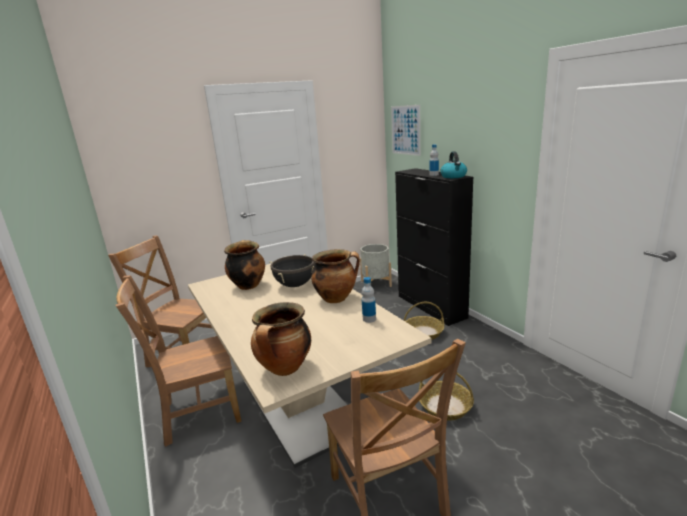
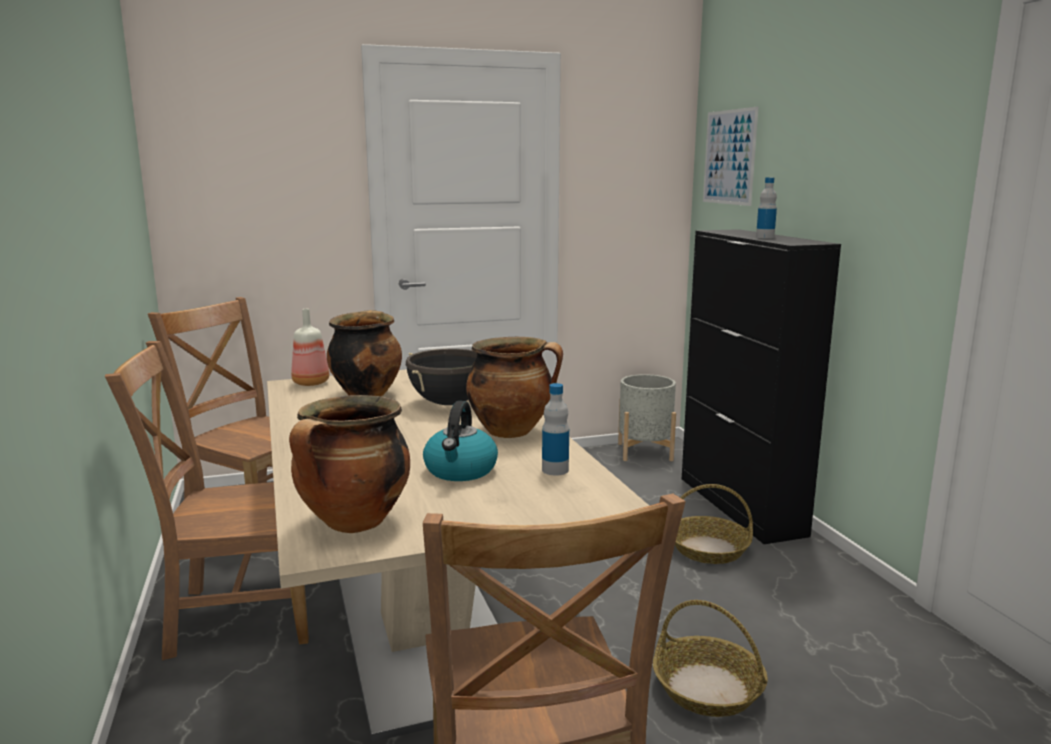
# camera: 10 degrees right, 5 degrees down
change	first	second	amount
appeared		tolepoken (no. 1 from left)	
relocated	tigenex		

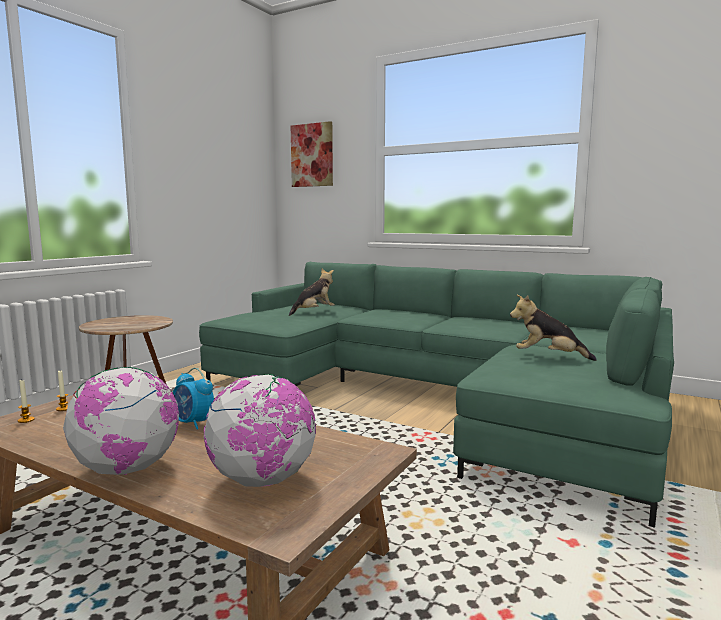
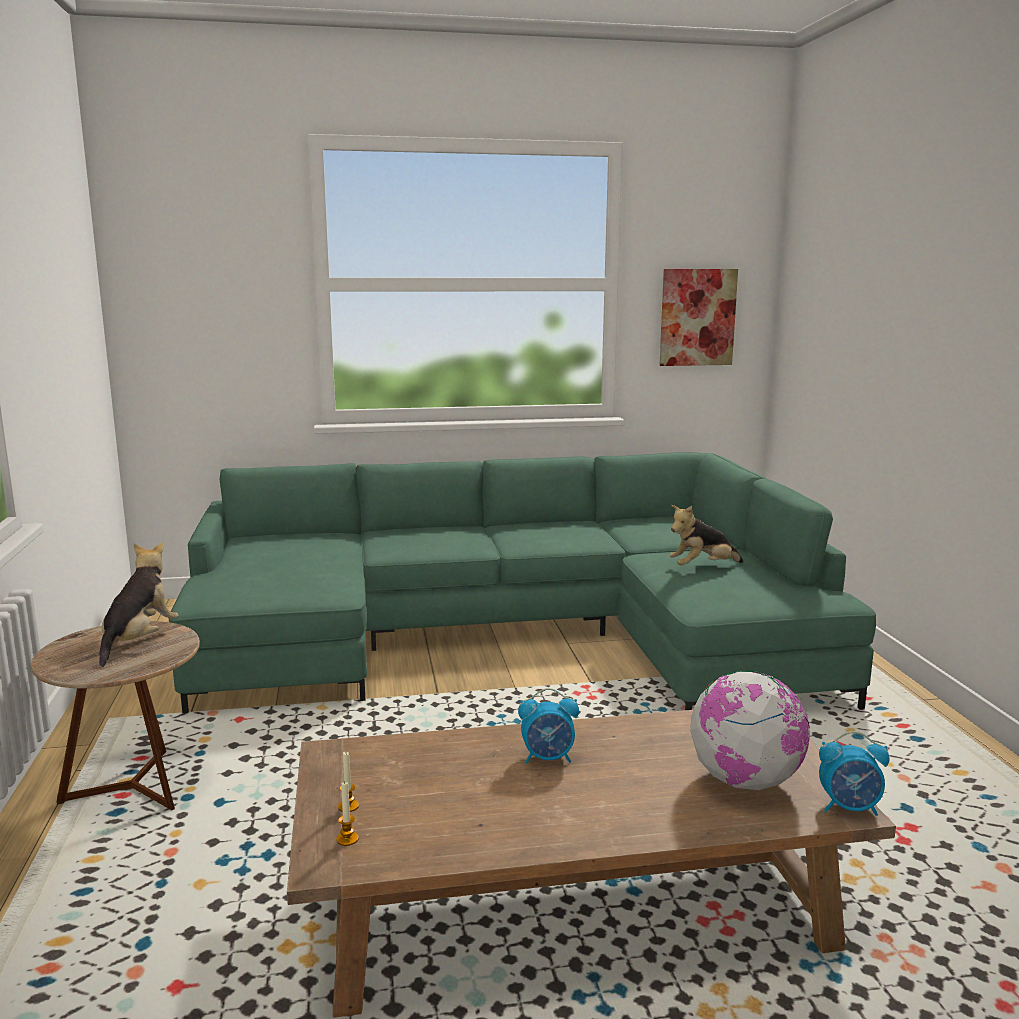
# camera: 40 degrees left, 5 degrees up
change	first	second	amount
missing	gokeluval (no. 1 from left)		
appeared		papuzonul (no. 2 from left)	
relocated	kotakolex (no. 1 from left)		
relocated	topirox		

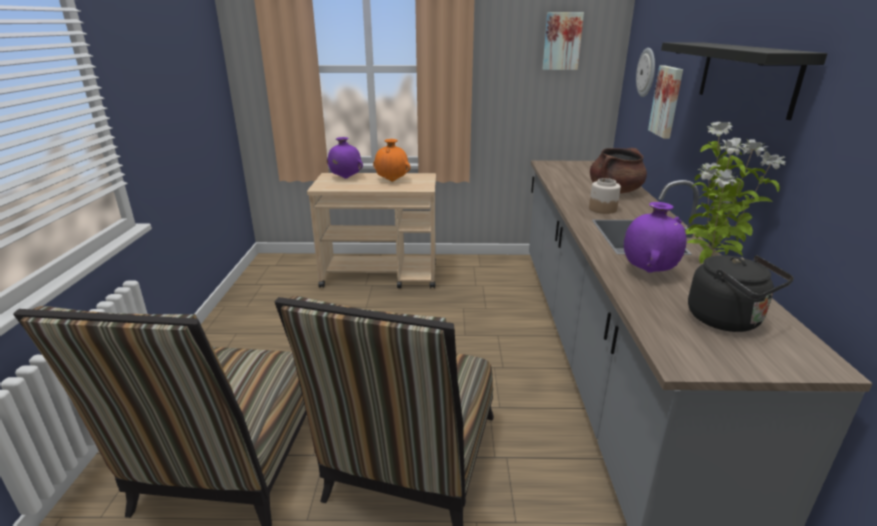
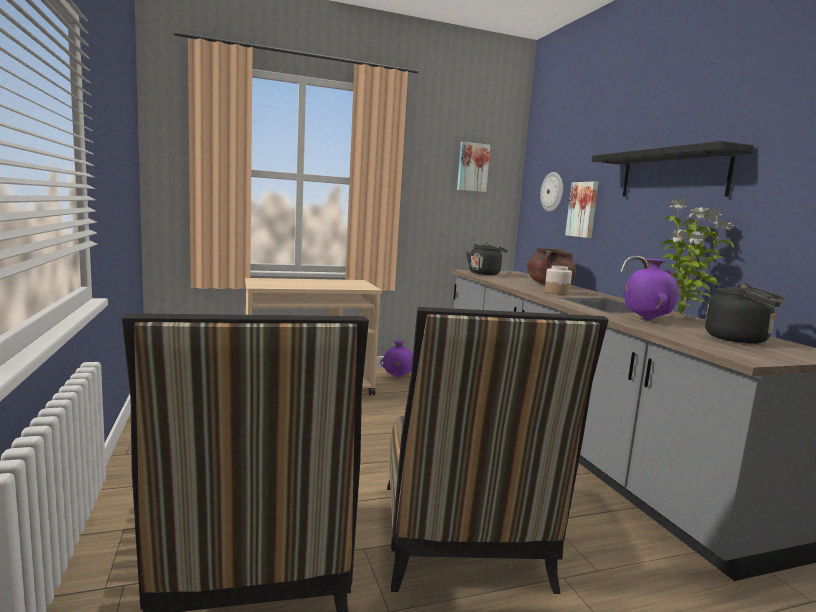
# camera: 20 degrees left, 15 degrees down
change	first	second	amount
missing	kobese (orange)		
appeared		tigenex (black) (no. 1 from left)	
relocated	kobese (purple) (no. 1 from left)		

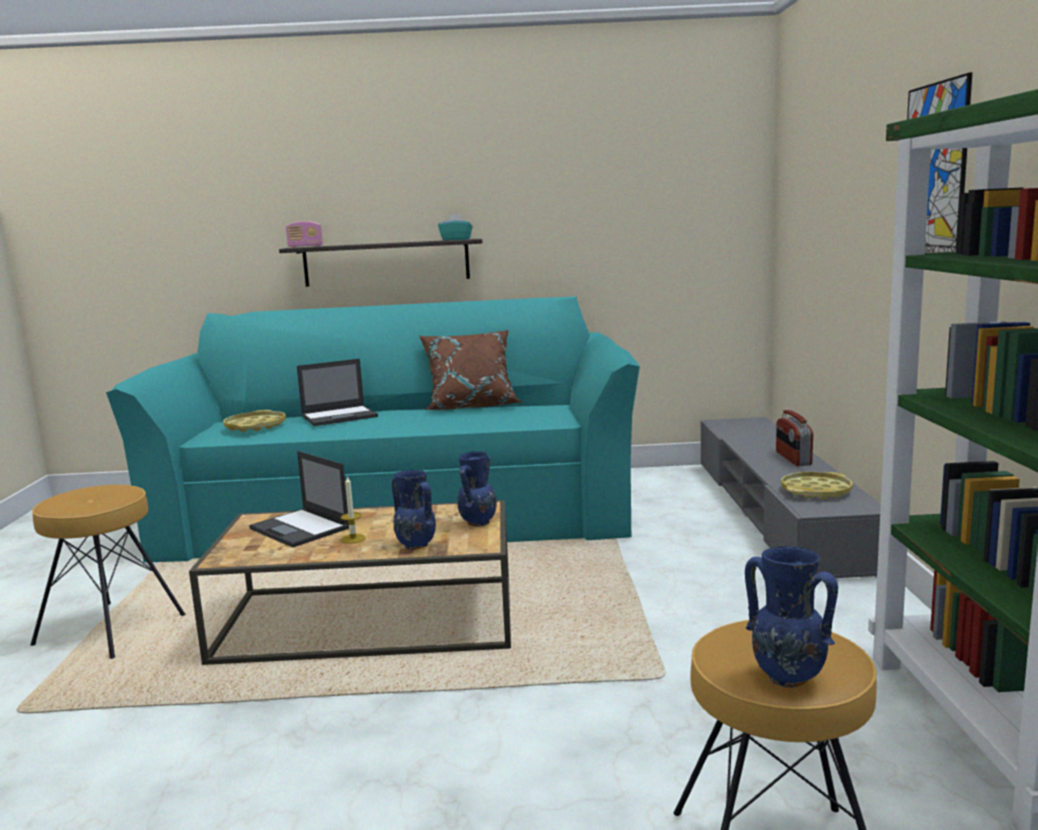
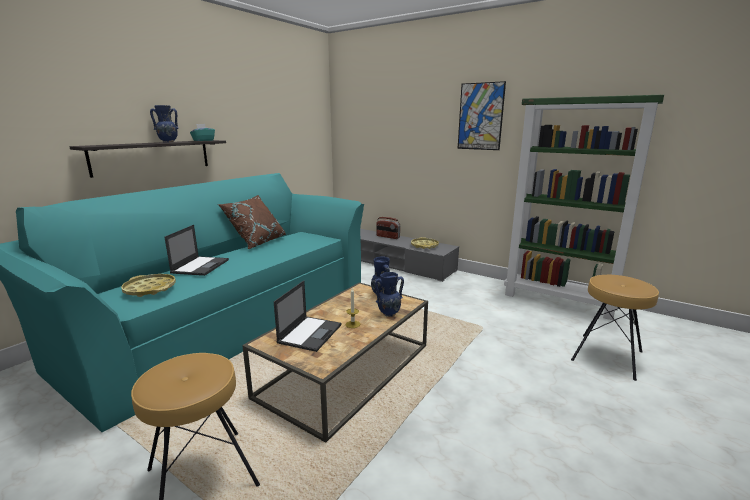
# camera: 55 degrees left, 5 degrees up
change	first	second	amount
missing	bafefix (no. 1 from left)		
relocated	kobese (blue) (no. 3 from left in the first image)	kobese (blue) (no. 1 from left)	
spun	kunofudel (no. 1 from left in the first image)	kunofudel (no. 2 from left)	60 degrees counterclockwise

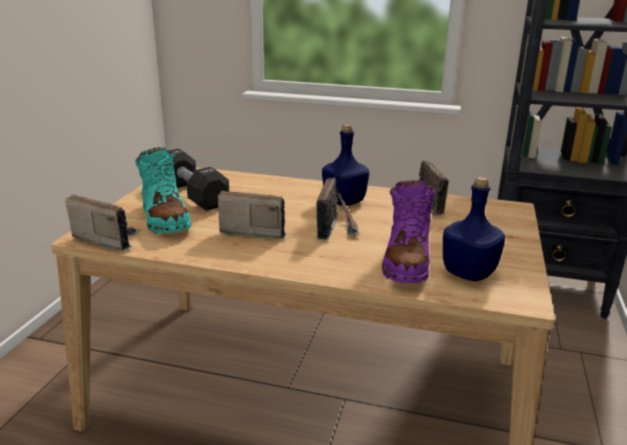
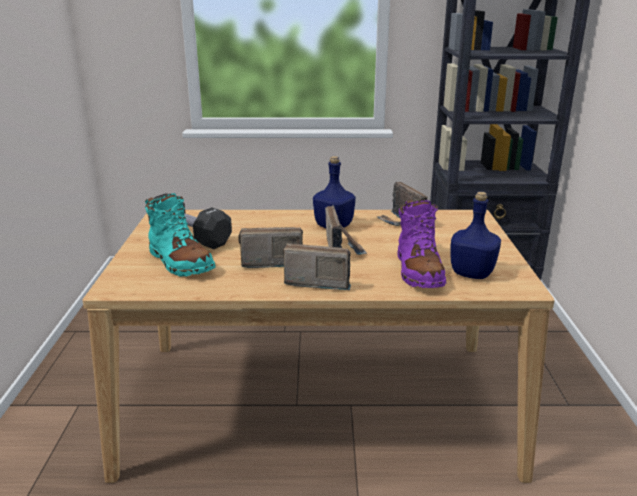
# camera: 15 degrees left, 0 degrees up
change	first	second	amount
relocated	bafefix (no. 1 from left in the first image)	bafefix (no. 2 from left)	

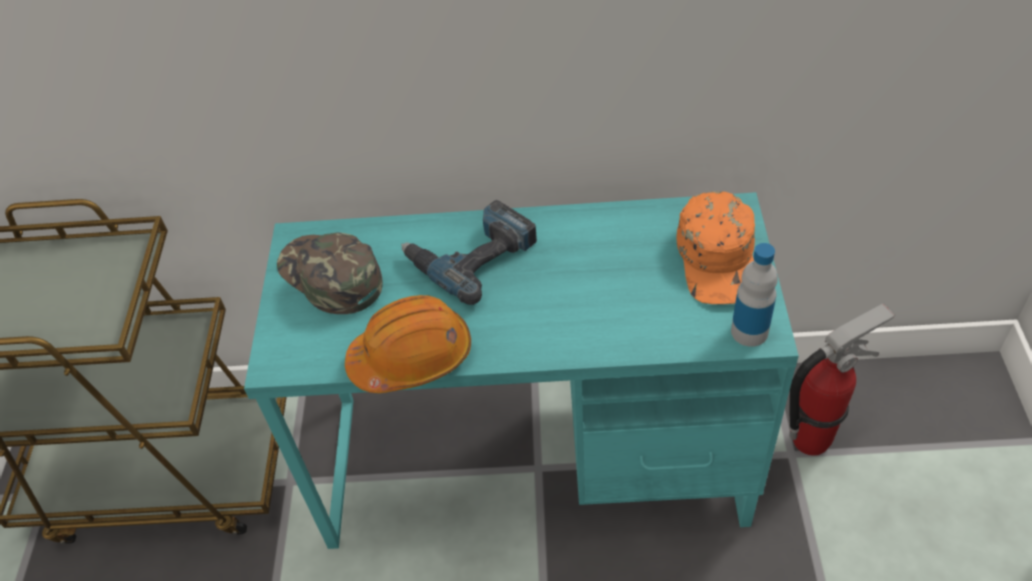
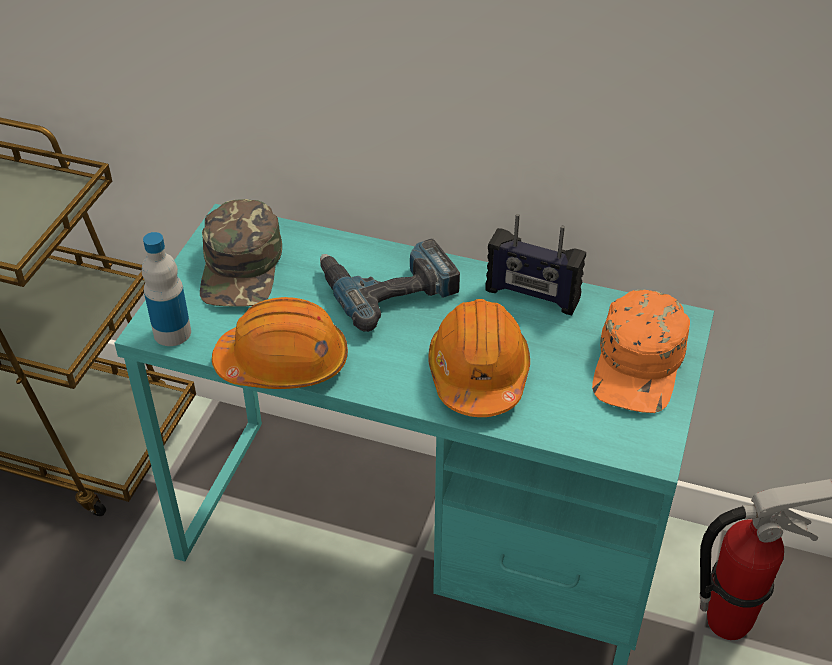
# camera: 15 degrees right, 5 degrees down
change	first	second	amount
appeared		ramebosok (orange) (no. 2 from left)	
appeared		bafefix	
relocated	tolepoken		
spun	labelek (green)		150 degrees counterclockwise

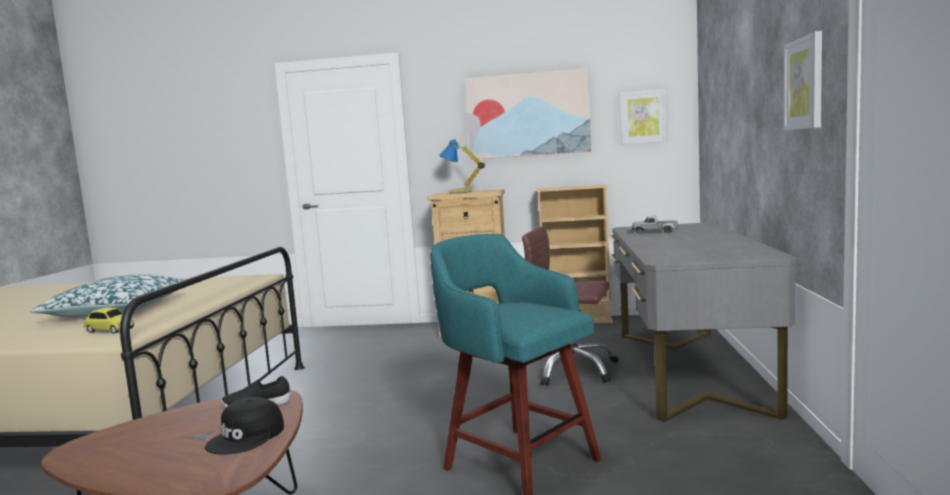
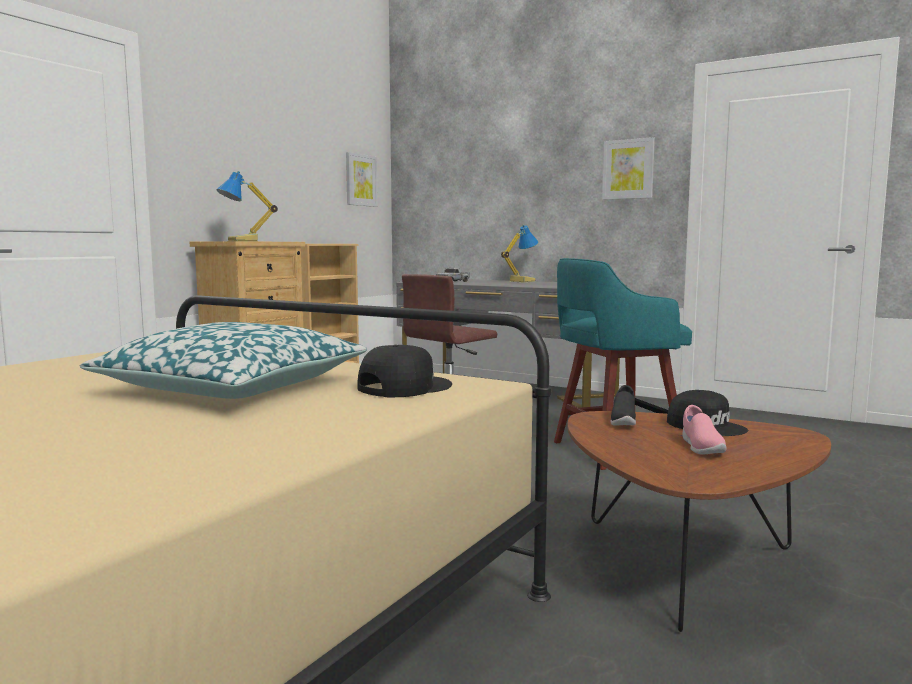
# camera: 65 degrees left, 0 degrees up
change	first	second	amount
missing	topirox (no. 1 from left)		
appeared		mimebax (no. 2 from left)	
appeared		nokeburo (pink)	
exchanged	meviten	labelek (black) (no. 1 from left)	

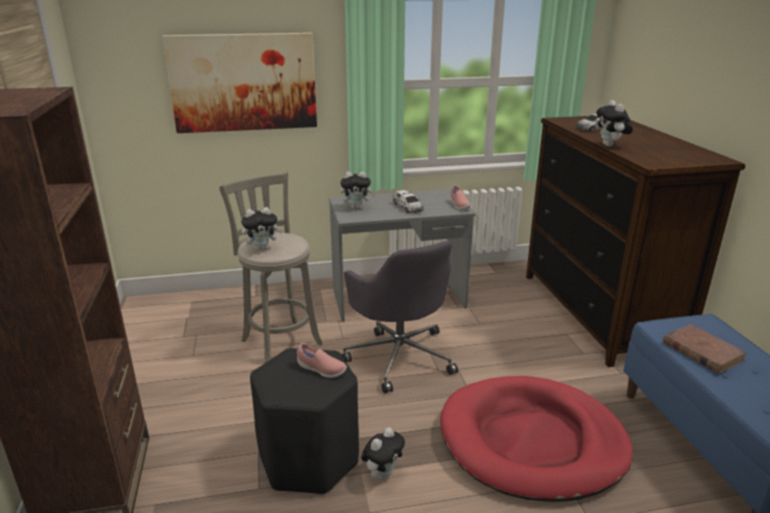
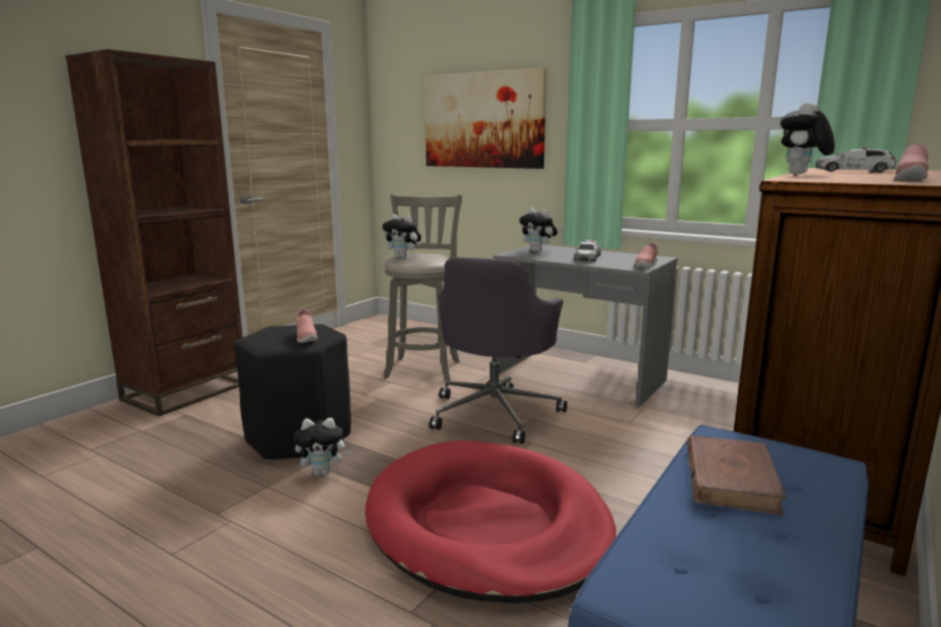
# camera: 45 degrees right, 10 degrees down
change	first	second	amount
appeared		nokeburo (pink) (no. 3 from left)	

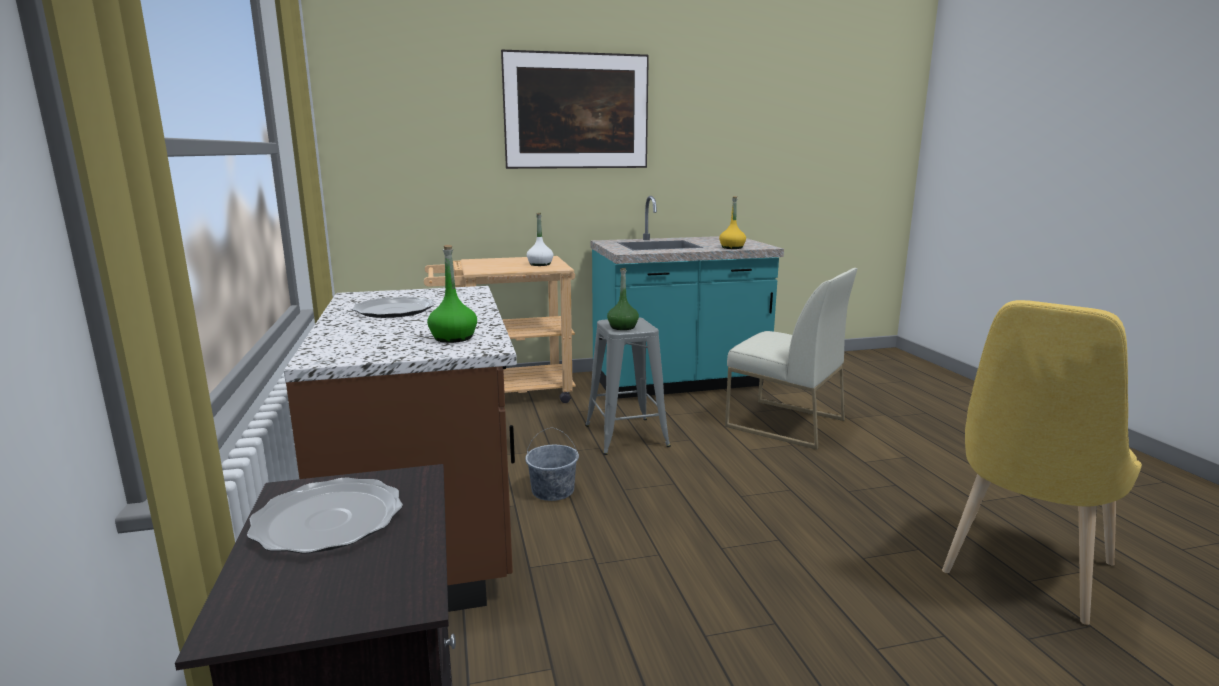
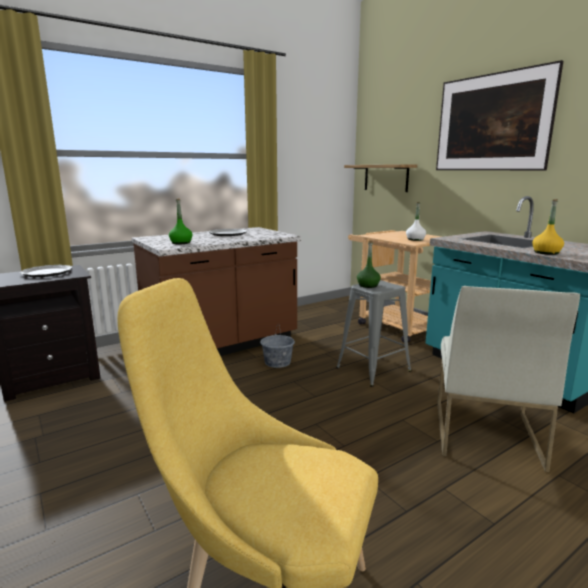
# camera: 70 degrees right, 0 degrees up
change	first	second	amount
appeared		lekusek	

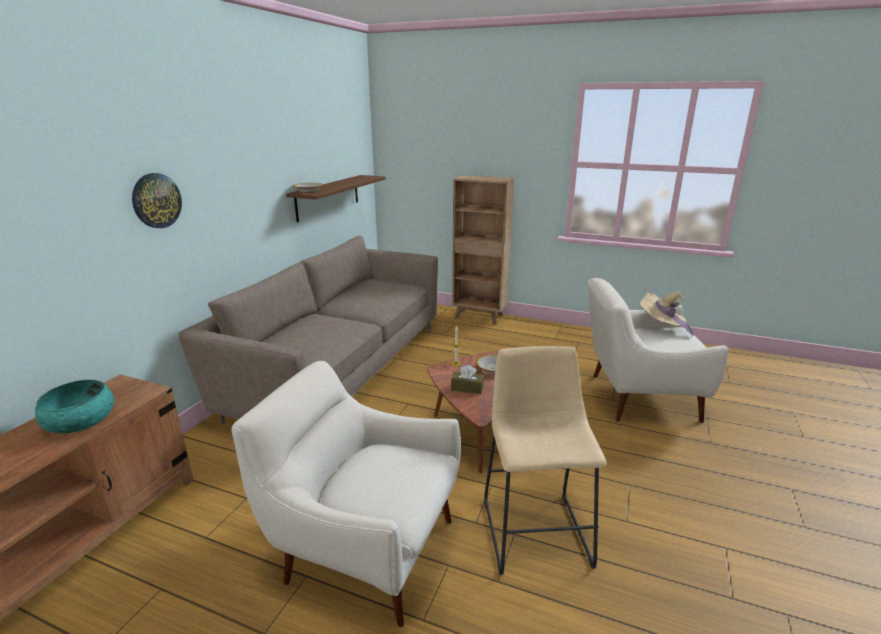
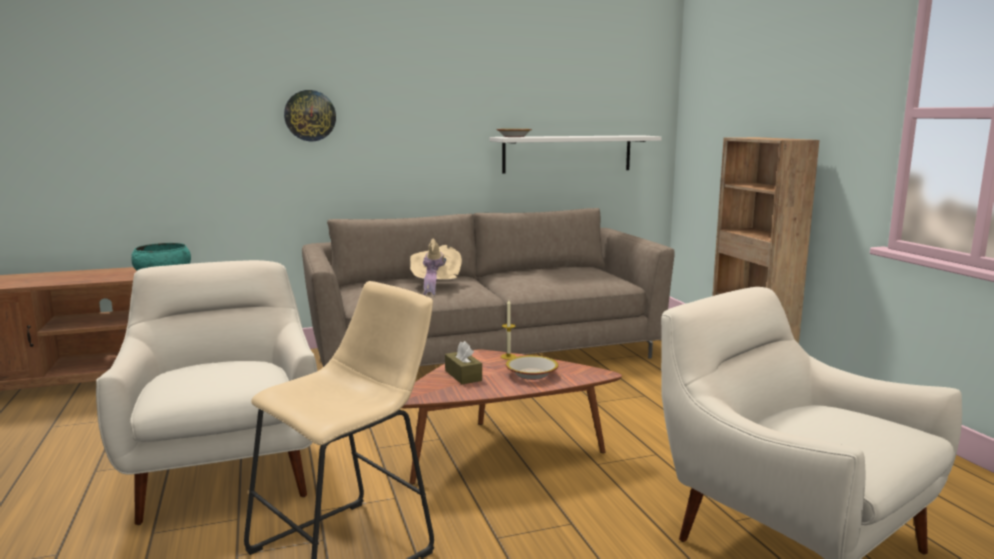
# camera: 50 degrees right, 10 degrees down
change	first	second	amount
relocated	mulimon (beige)		
colour	lekusek (brown)	lekusek (white)	

